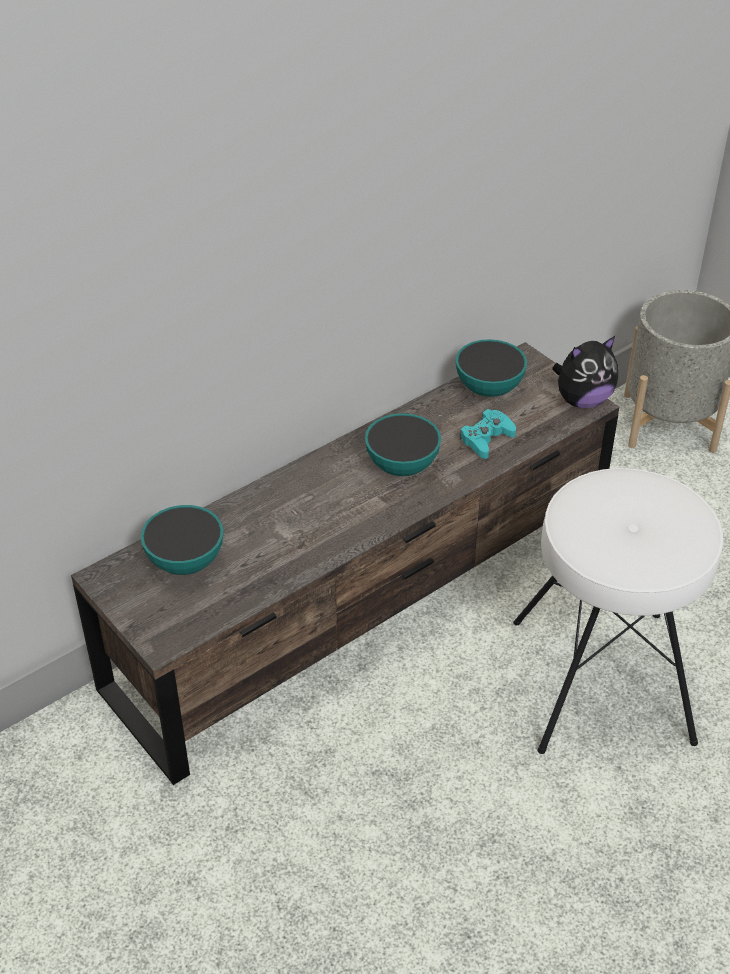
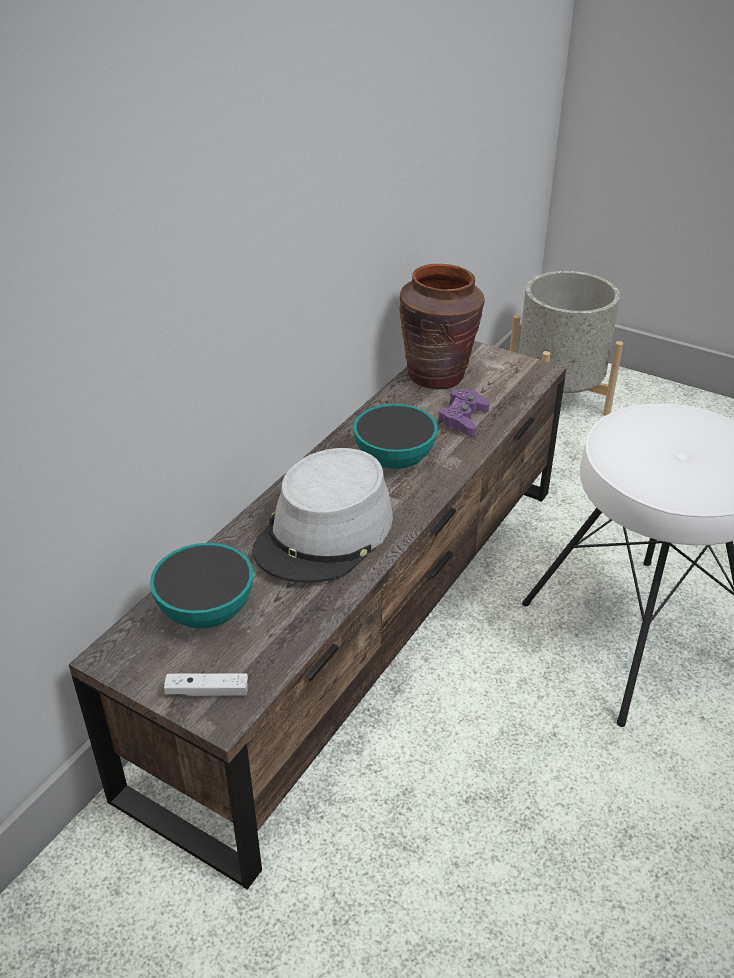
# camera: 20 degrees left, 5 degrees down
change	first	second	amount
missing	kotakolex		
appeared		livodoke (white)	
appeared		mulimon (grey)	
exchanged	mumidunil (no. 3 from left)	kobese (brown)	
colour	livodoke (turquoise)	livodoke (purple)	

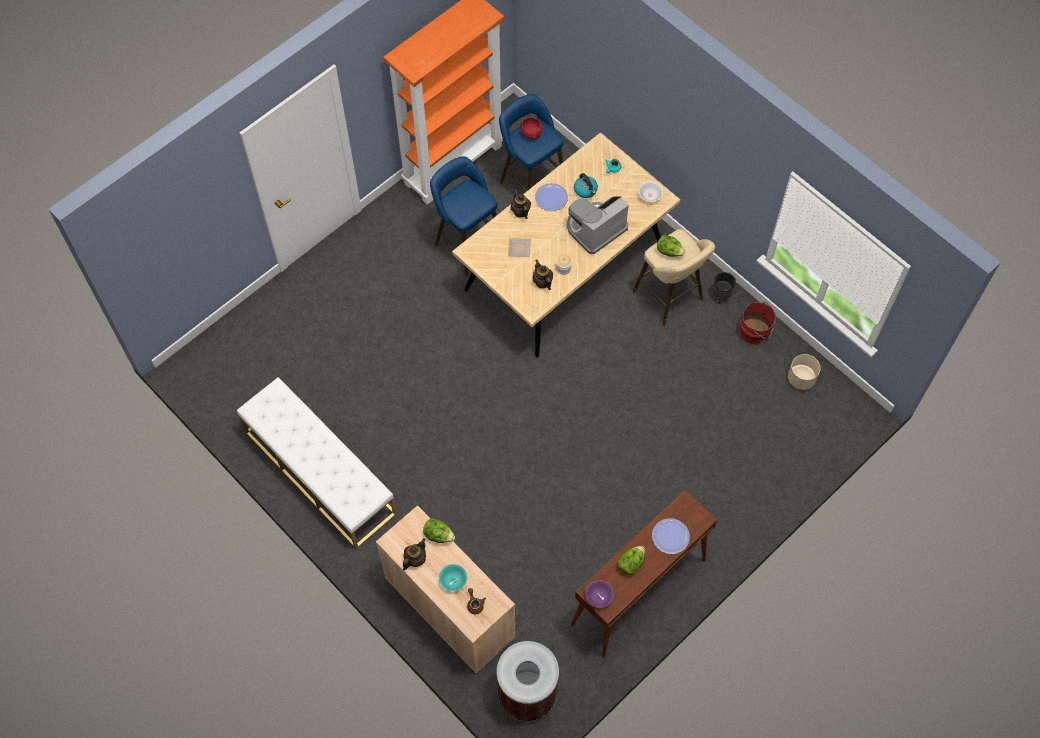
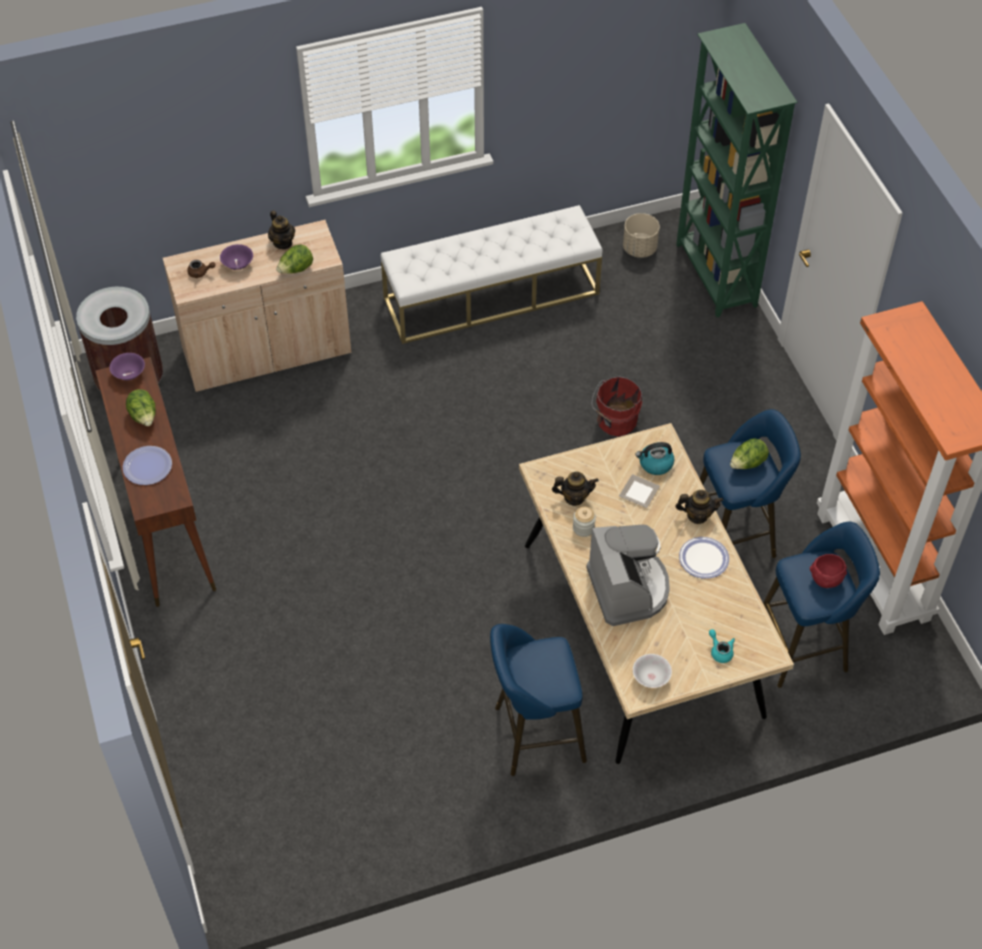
# camera: 115 degrees right, 10 degrees down
change	first	second	amount
missing	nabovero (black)		
appeared		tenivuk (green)	
relocated	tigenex		
relocated	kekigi (no. 3 from left)		
relocated	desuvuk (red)		
relocated	nabovero (beige)		
colour	mumidunil (turquoise)	mumidunil (purple) (no. 2 from left)	
colour	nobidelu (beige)	nobidelu (blue) (no. 1 from left)	

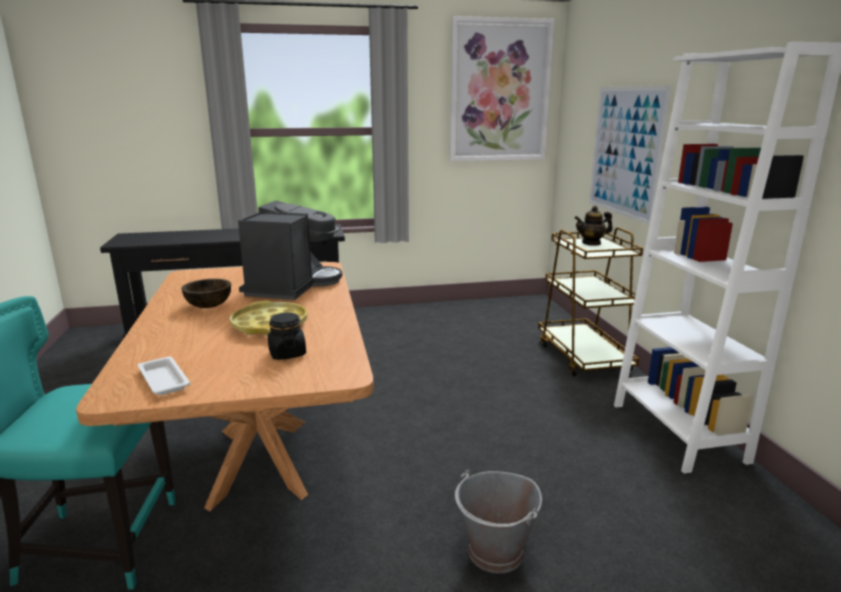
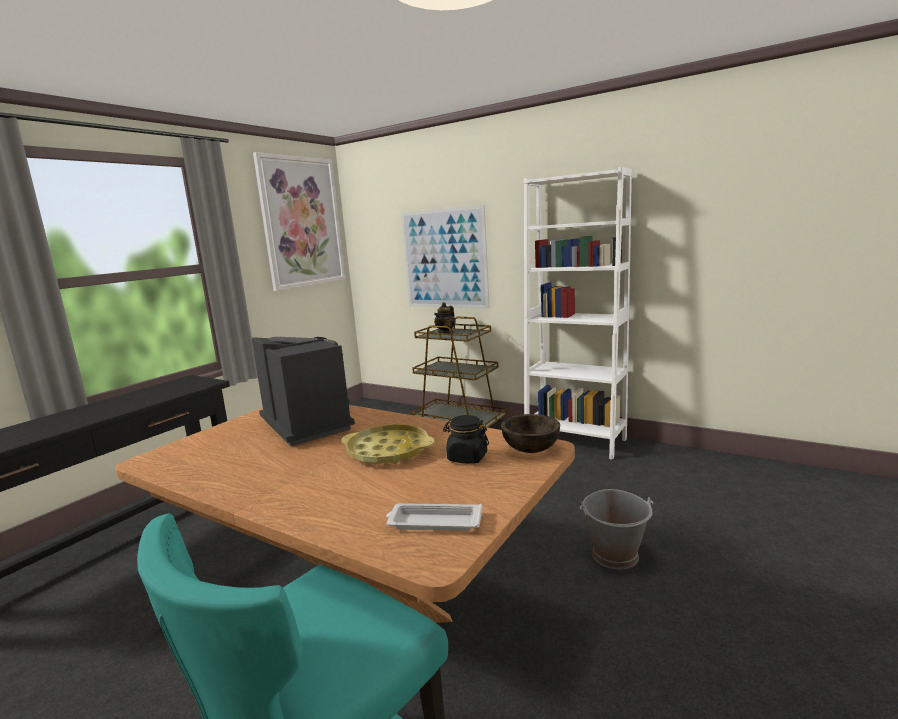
# camera: 45 degrees left, 5 degrees down
change	first	second	amount
relocated	mumidunil (brown)		

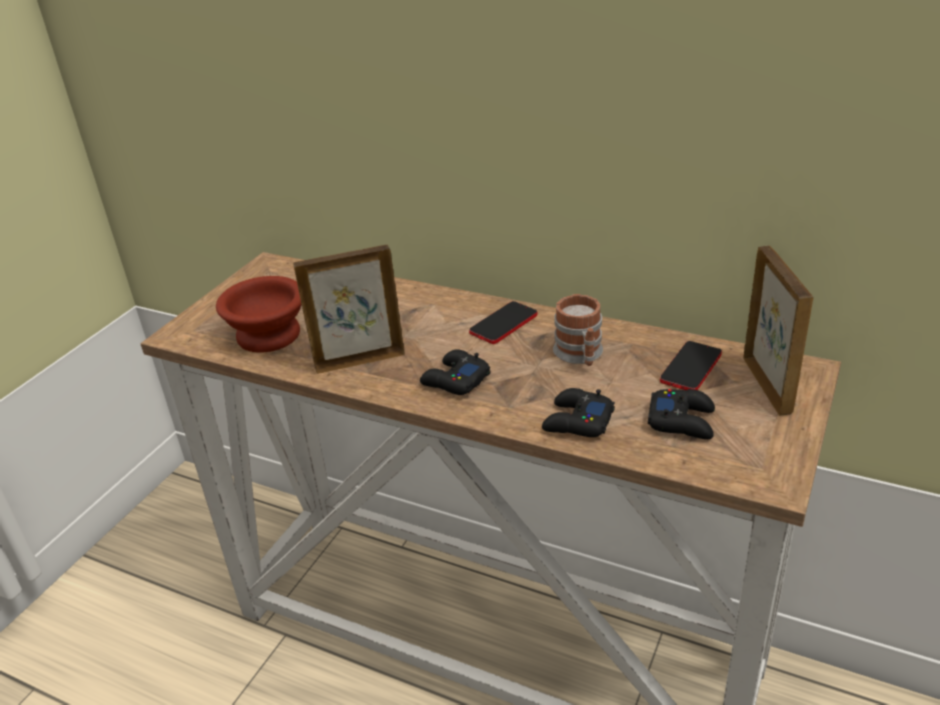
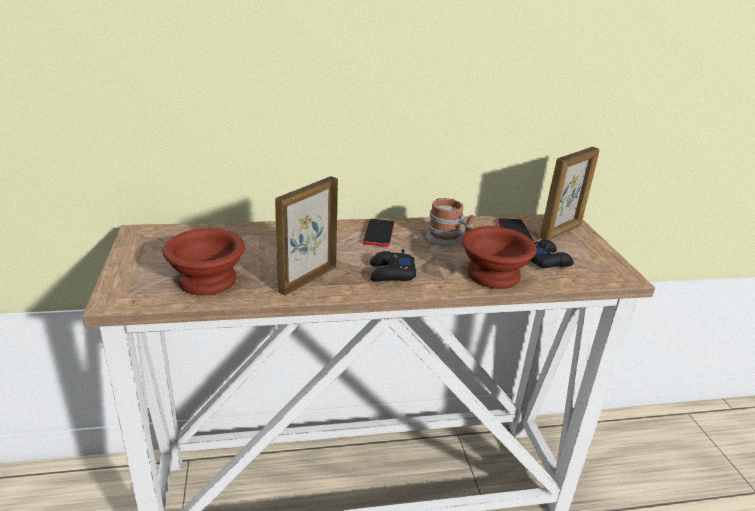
# camera: 40 degrees left, 5 degrees down
change	first	second	amount
exchanged	livodoke (black) (no. 2 from left)	mumidunil (brown) (no. 2 from left)	
spun	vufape (no. 2 from left)		90 degrees clockwise

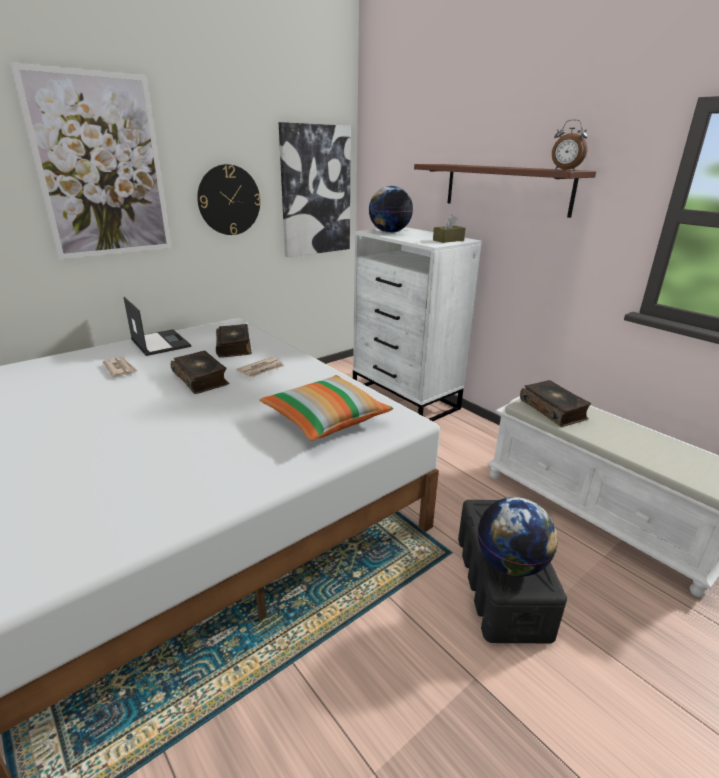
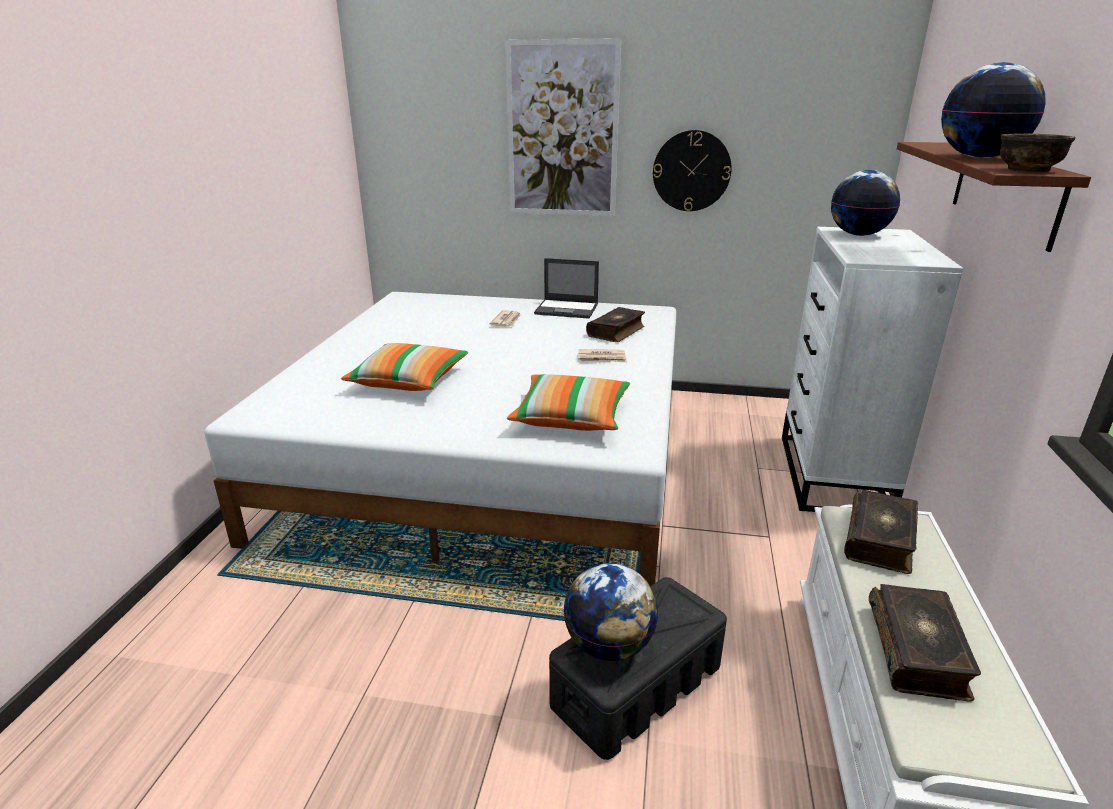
# camera: 50 degrees right, 0 degrees up
change	first	second	amount
missing	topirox (no. 2 from left)		
missing	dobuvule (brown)		
appeared		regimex (no. 1 from left)	
appeared		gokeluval (no. 3 from left)	
relocated	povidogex (no. 1 from left in the first image)	povidogex (no. 3 from left)	
exchanged	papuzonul	mumidunil (brown)	
spun	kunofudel		90 degrees clockwise

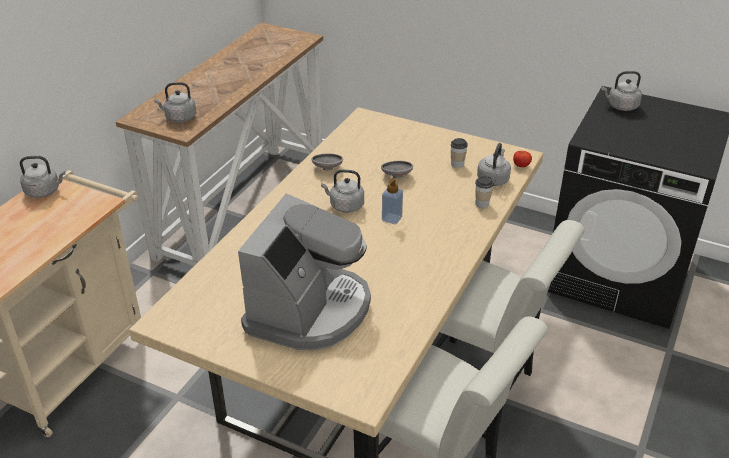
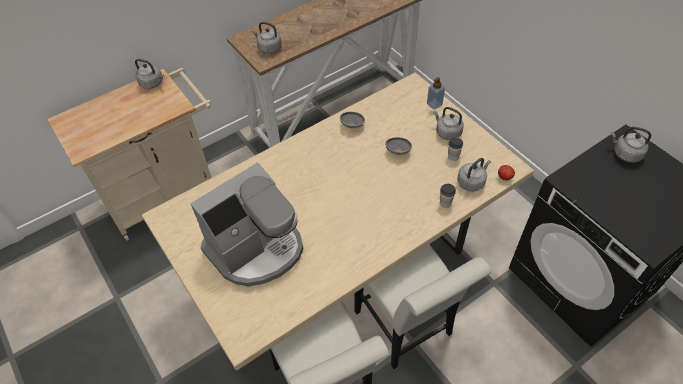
# camera: 30 degrees right, 15 degrees up
change	first	second	amount
relocated	tigenex (grey) (no. 3 from left)		
relocated	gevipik		

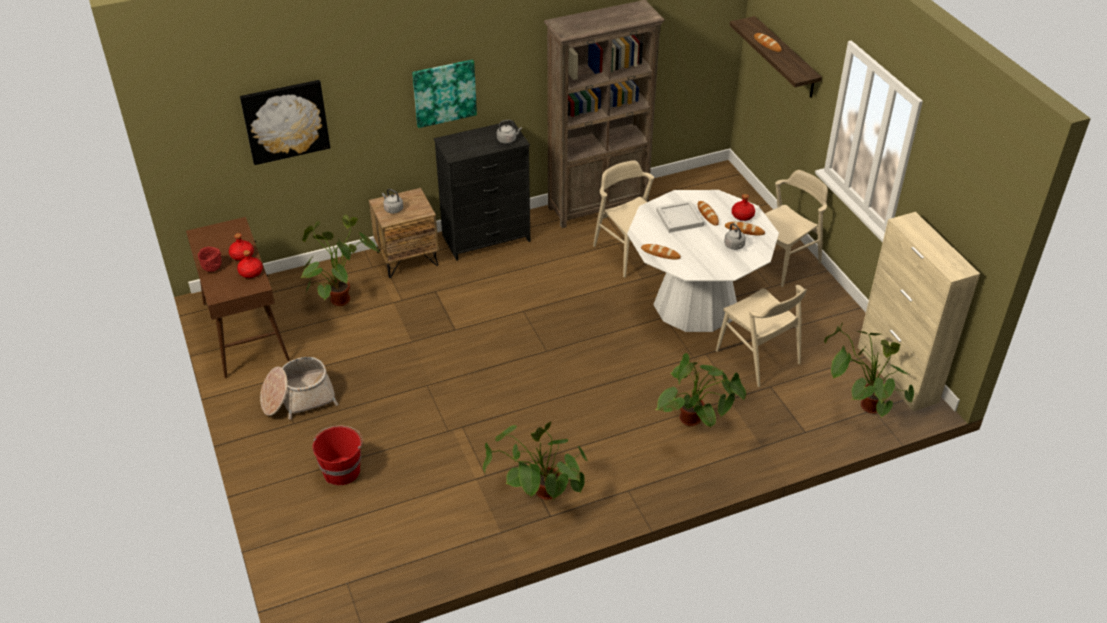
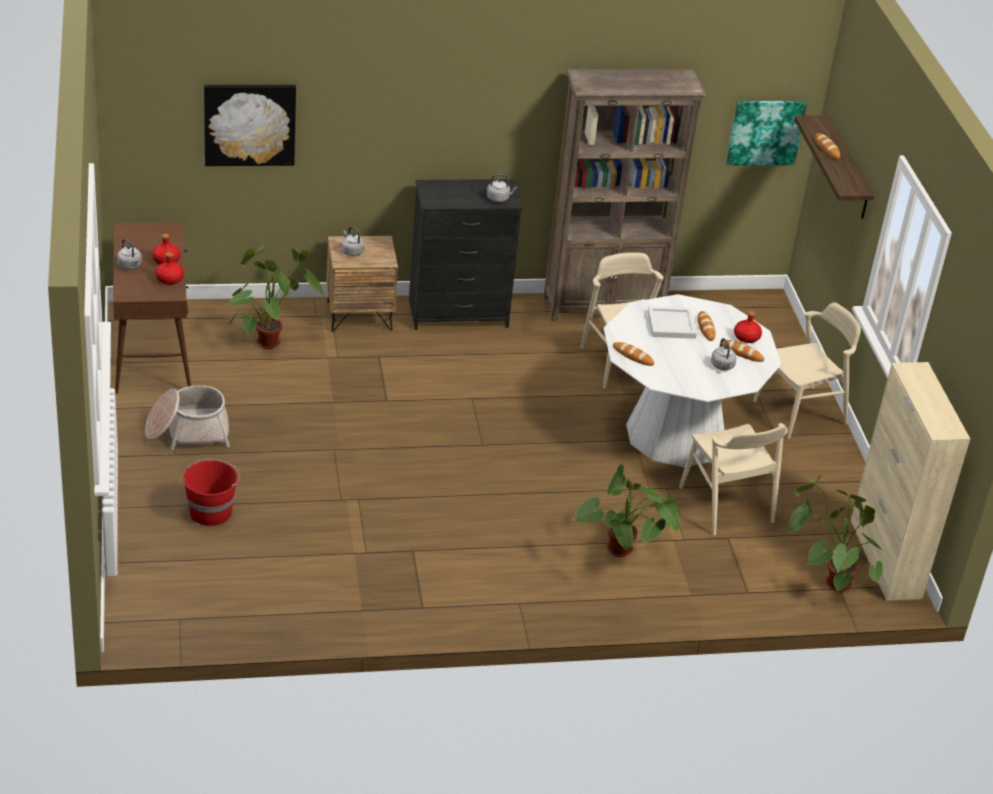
# camera: 10 degrees right, 5 degrees down
change	first	second	amount
missing	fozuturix (no. 2 from left)		
relocated	topirox (no. 2 from left)		
exchanged	mumidunil (red)	tigenex (grey) (no. 1 from left)	

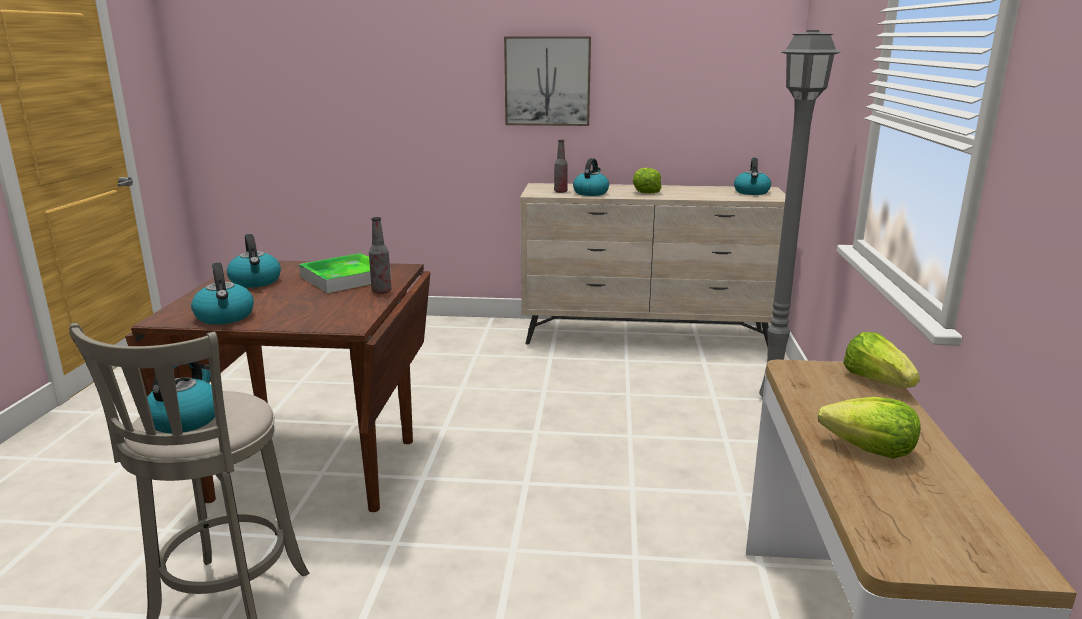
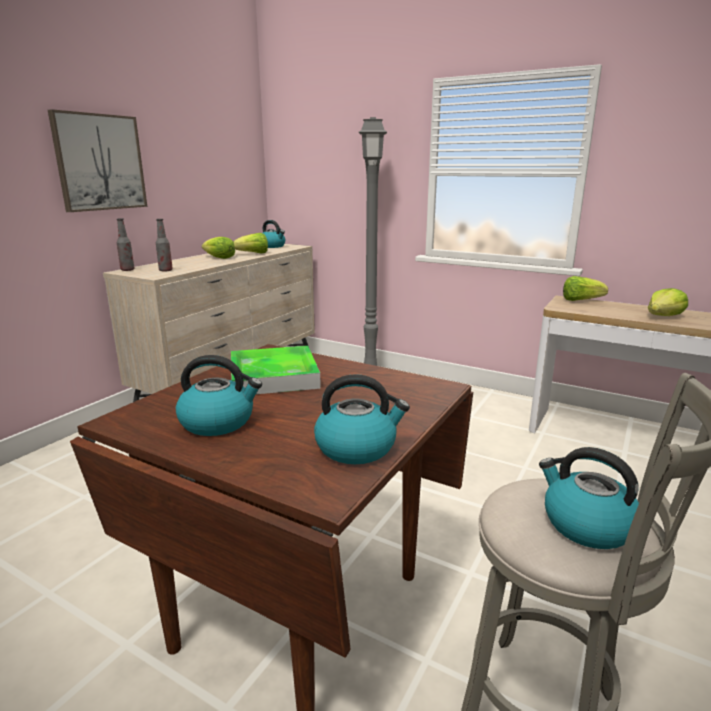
# camera: 65 degrees left, 0 degrees up
change	first	second	amount
missing	tigenex (no. 4 from left)		
appeared		kekigi (no. 2 from left)	
relocated	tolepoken (no. 1 from left)		

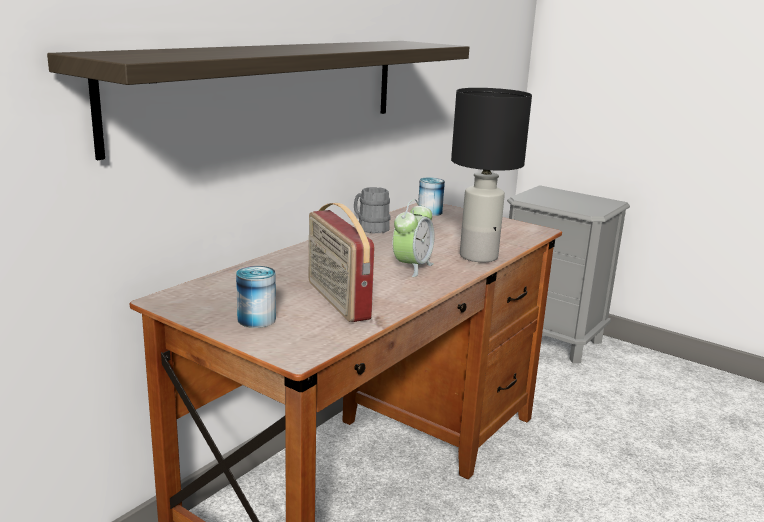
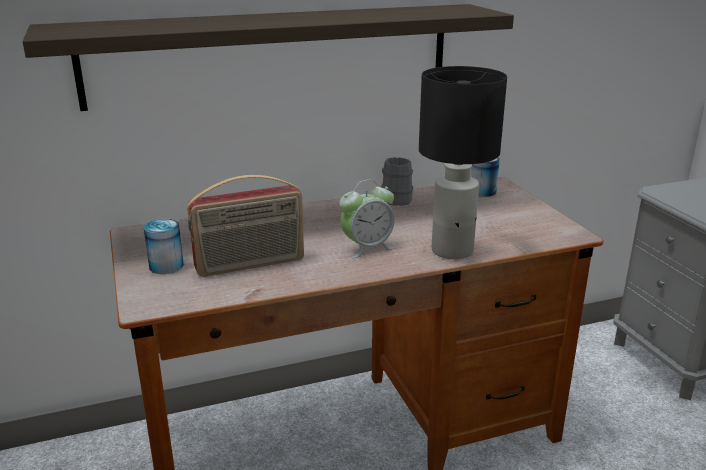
# camera: 35 degrees right, 5 degrees up
change	first	second	amount
spun	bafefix		120 degrees counterclockwise

